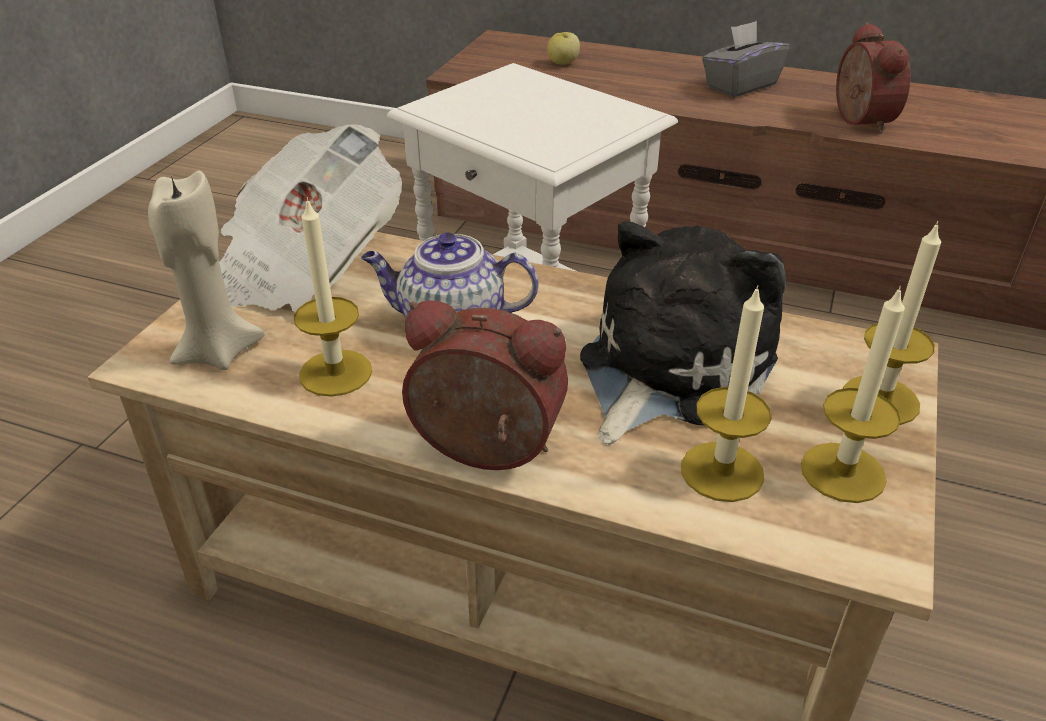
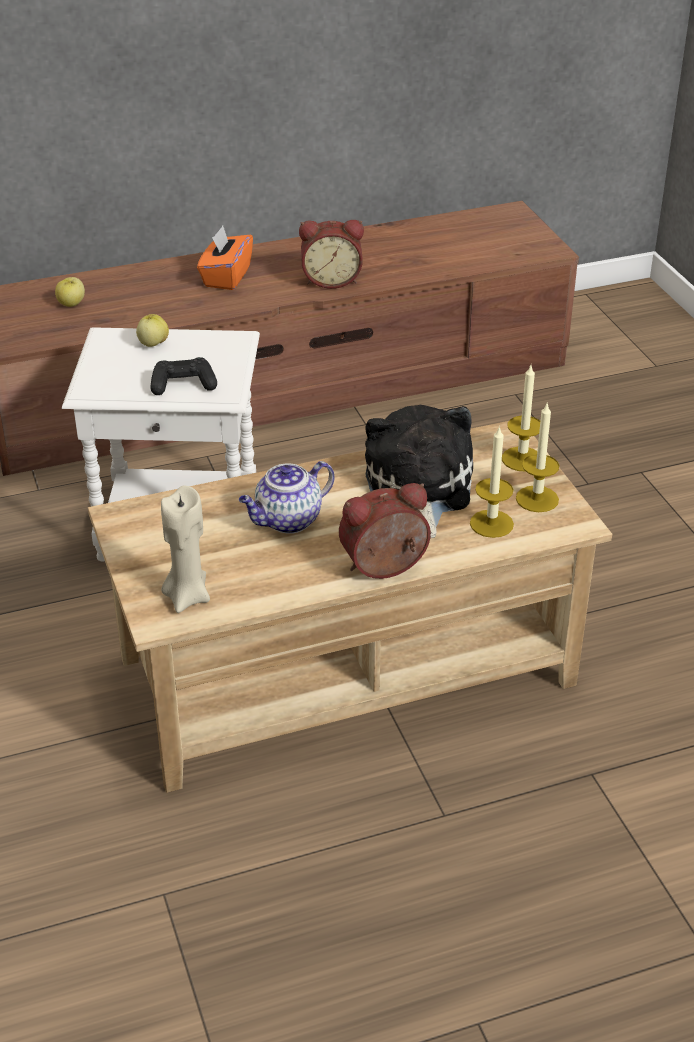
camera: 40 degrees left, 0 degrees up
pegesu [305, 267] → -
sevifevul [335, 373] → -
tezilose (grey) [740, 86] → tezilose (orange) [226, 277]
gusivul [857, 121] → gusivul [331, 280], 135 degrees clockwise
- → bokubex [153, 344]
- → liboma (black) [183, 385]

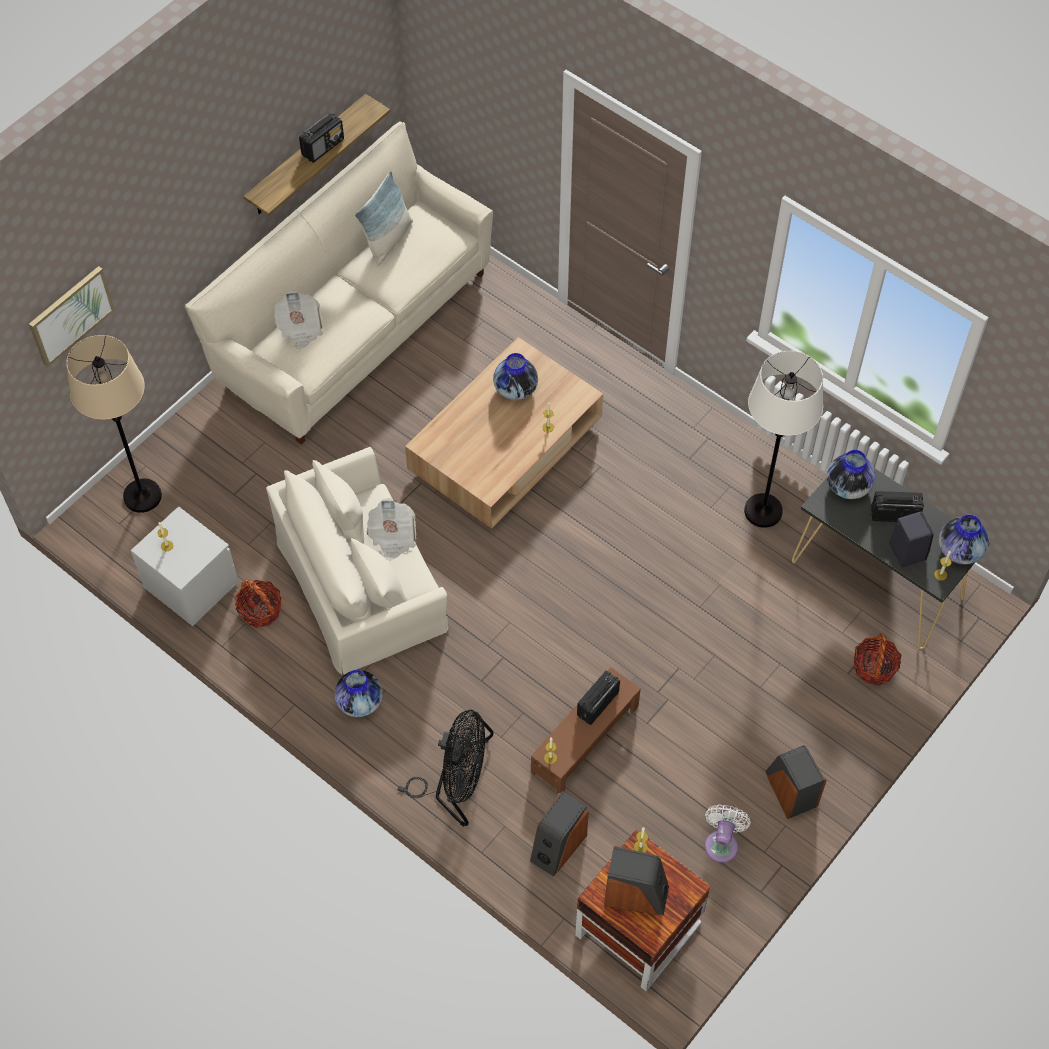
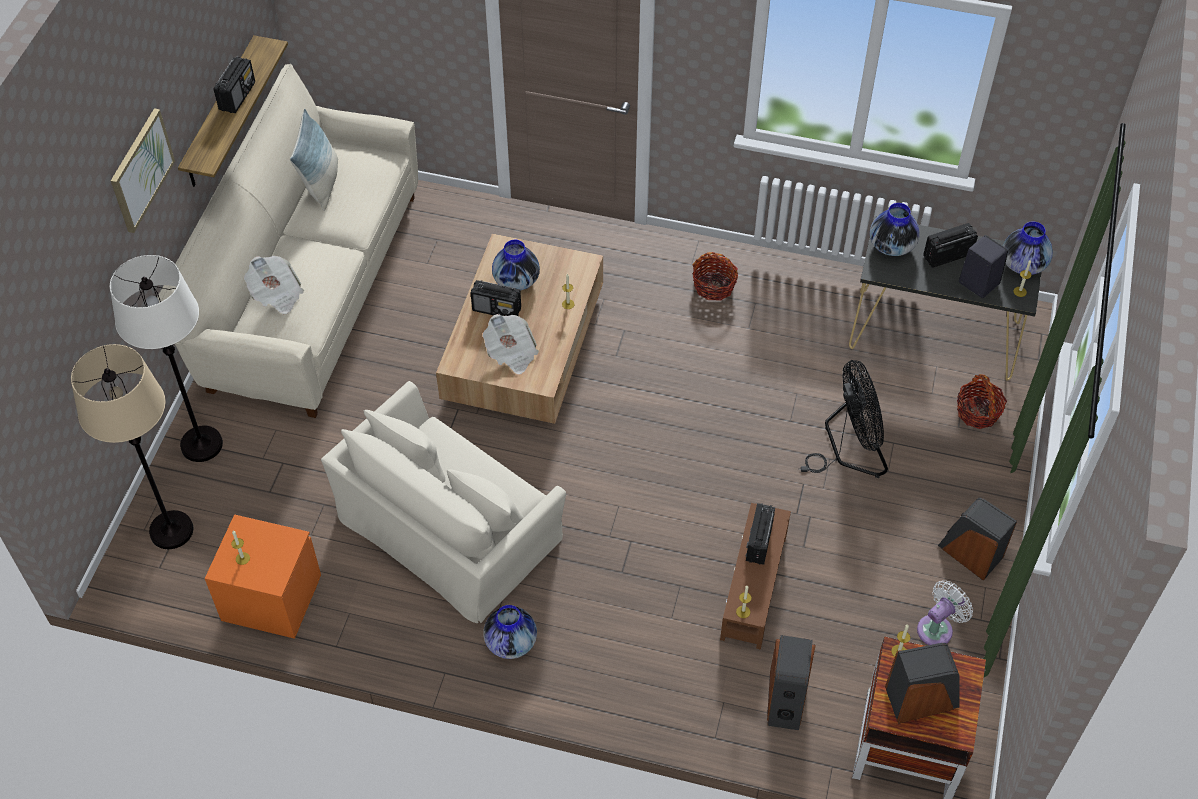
camera: 25 degrees left, 5 degrees down
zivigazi [71, 315] → zivigazi [141, 170], relocated
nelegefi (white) [190, 587] → nelegefi (orange) [271, 601]
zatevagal [260, 610] → zatevagal [714, 286], relocated
pegesu [392, 537] → pegesu [511, 353], relocated
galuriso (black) [455, 781] → galuriso (black) [846, 444], relocated
galuriso (white) [722, 843] → galuriso (white) [937, 628], 60 degrees clockwise
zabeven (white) [763, 511] → zabeven (white) [201, 444], relocated
- → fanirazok [497, 309]

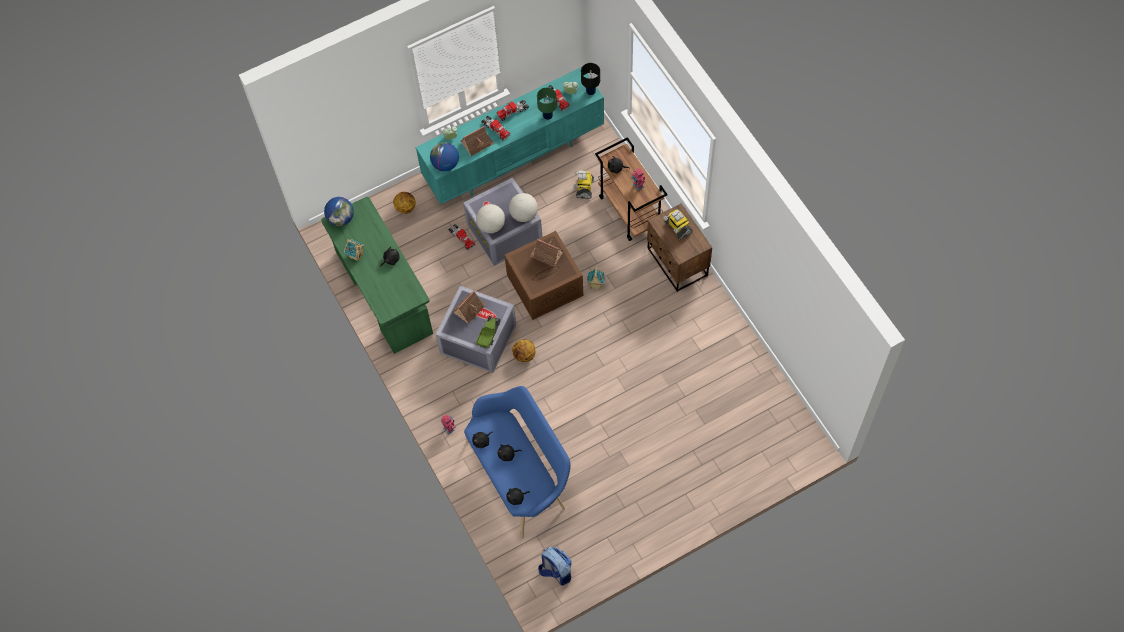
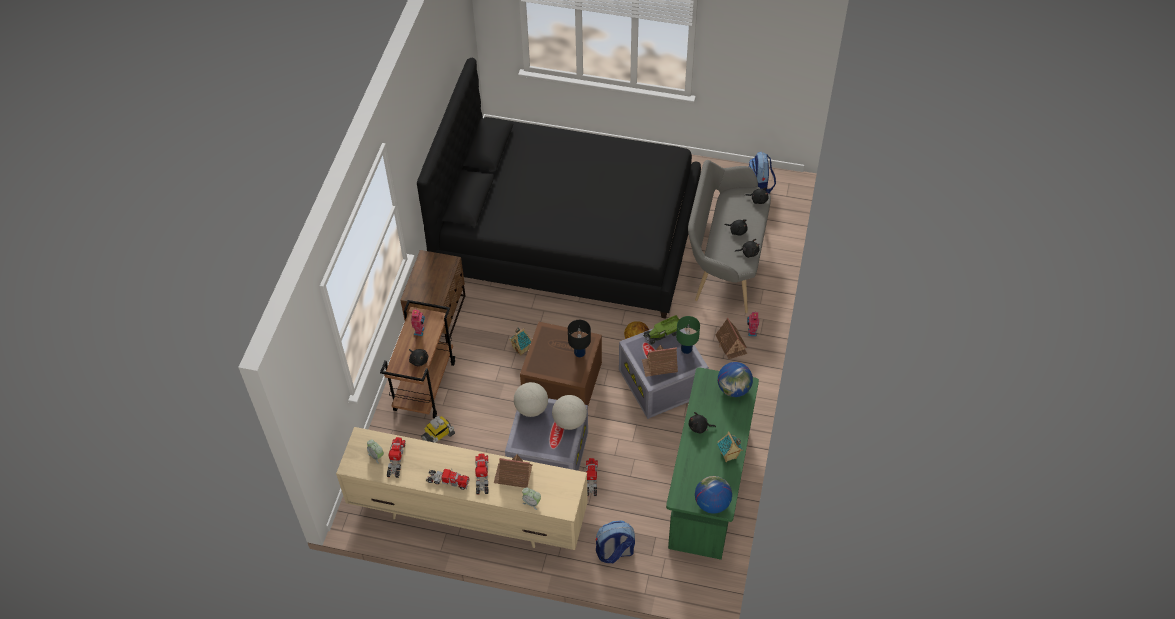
camera: 140 degrees left, 10 degrees down
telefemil [405, 207] → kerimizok [614, 552]
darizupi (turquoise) [514, 159] → darizupi (beige) [467, 516]
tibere [445, 164] → tibere [734, 389], relocated
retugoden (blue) [521, 474] → retugoden (grey) [725, 261]
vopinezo [547, 255] → vopinezo [731, 344], relocated
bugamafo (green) [548, 116] → bugamafo (green) [685, 349], relocated
bugamafo (black) [590, 91] → bugamafo (black) [580, 354], relocated
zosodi [677, 228] → -
- → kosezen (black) [567, 234]

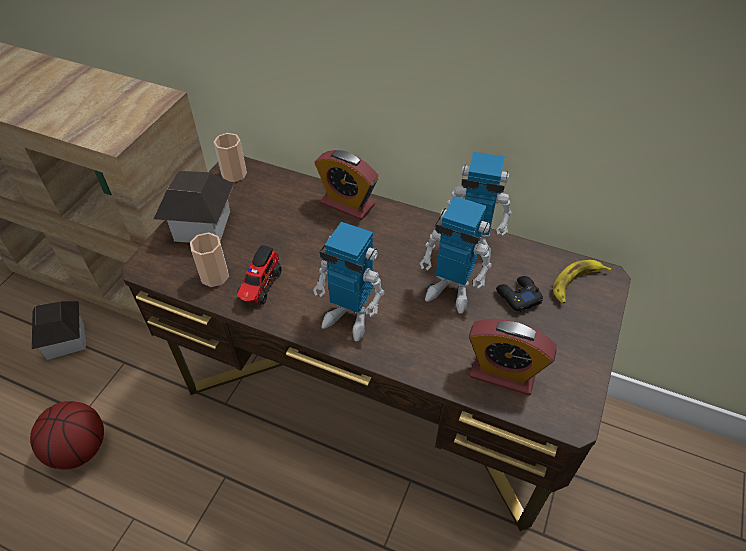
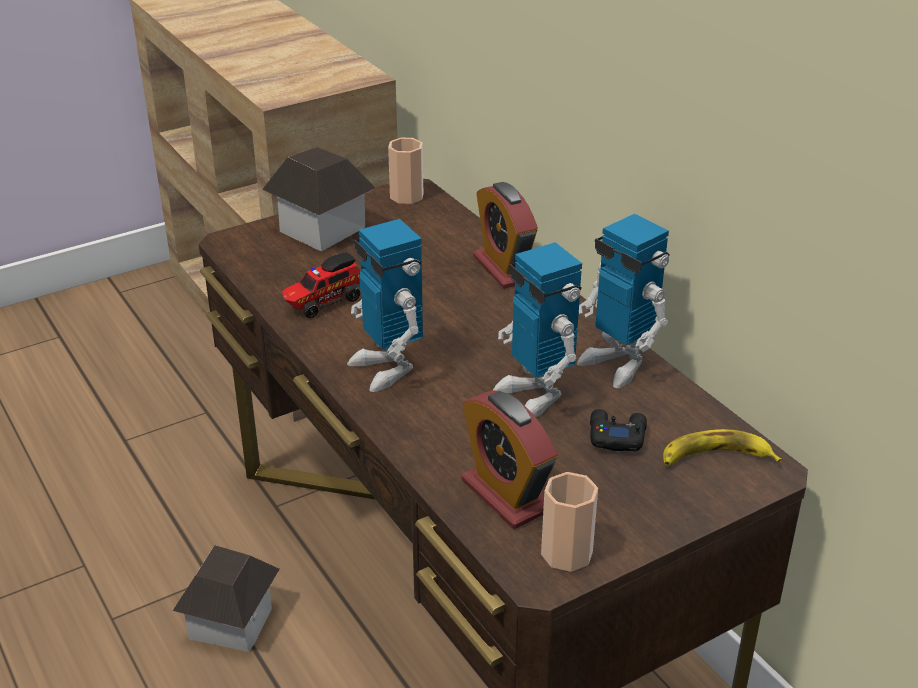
camera: 35 degrees right, 15 degrees down
telefemil [79, 448] → -
vopinezo [66, 340] → vopinezo [231, 622], relocated
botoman [214, 276] → botoman [566, 553], relocated

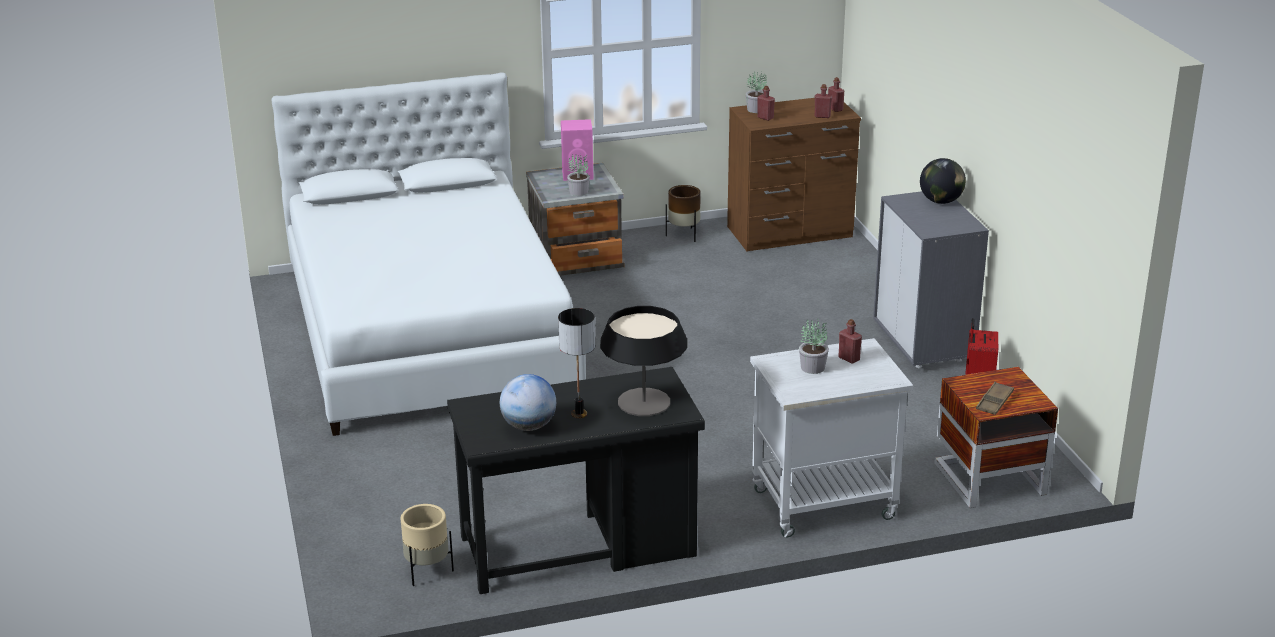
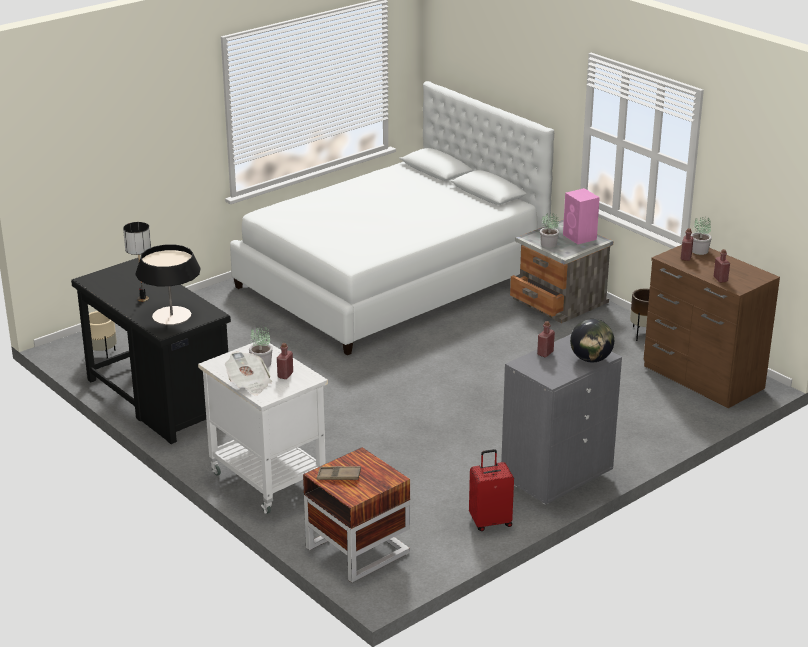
camera: 65 degrees right, 0 degrees up
tibere [529, 426] → -
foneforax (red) [835, 109] → foneforax (red) [545, 353], relocated
- → pegesu [249, 384]

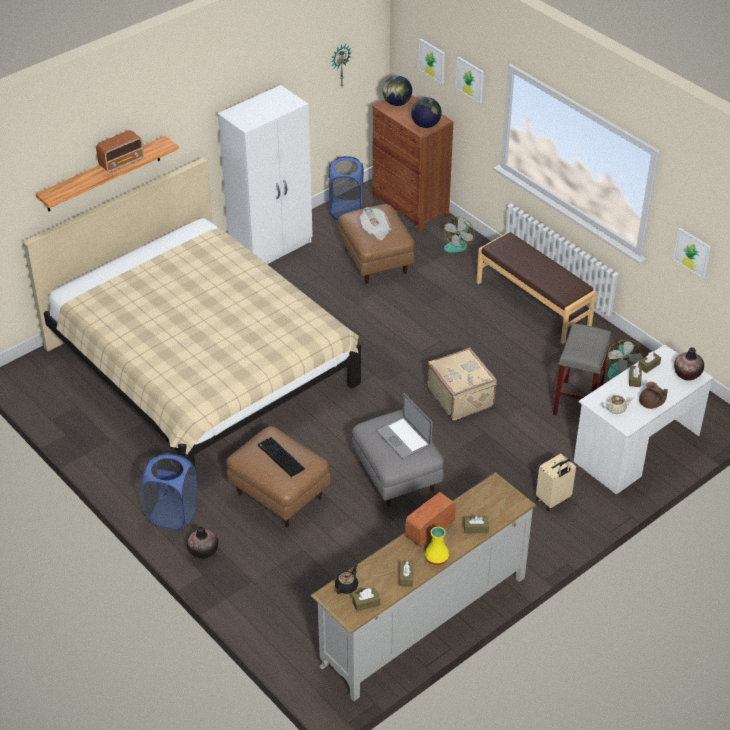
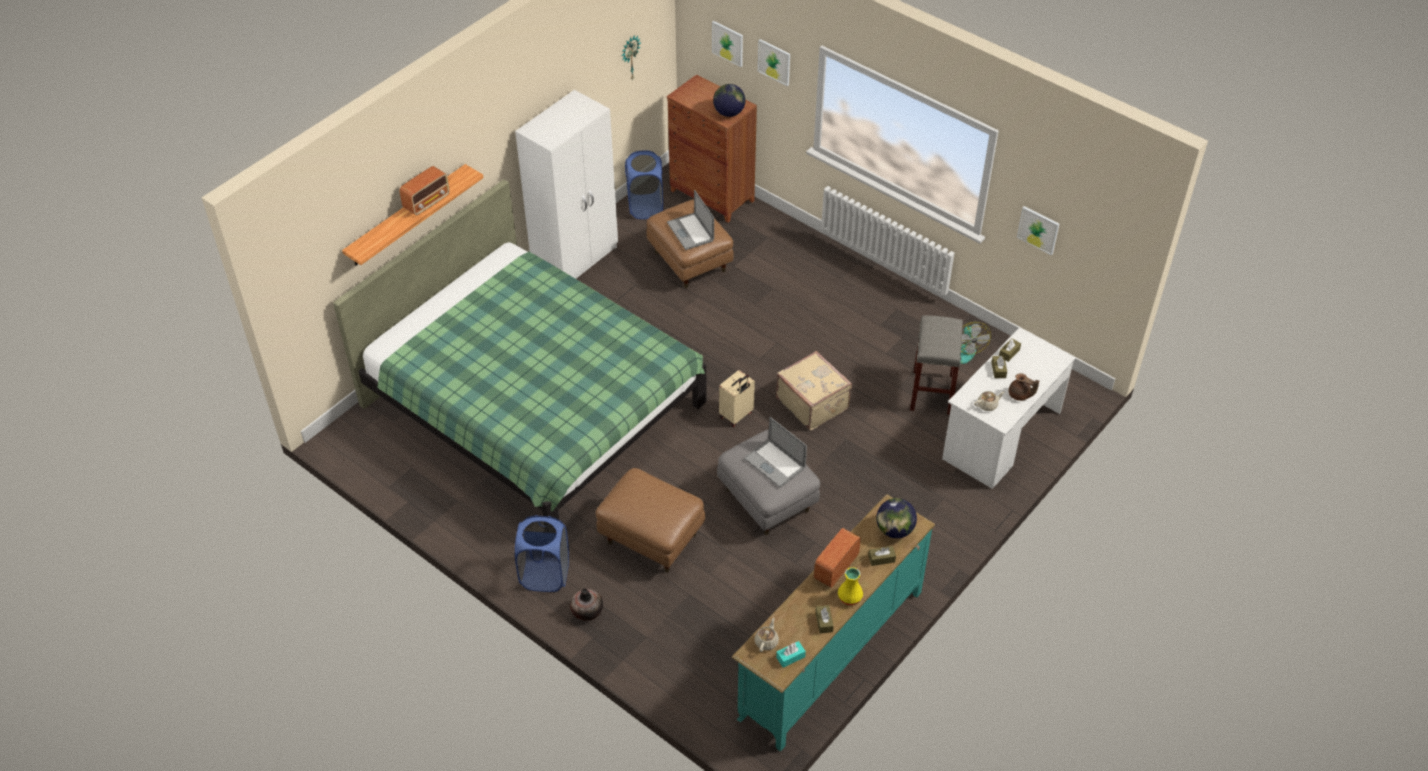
camera: 10 degrees left, 5 degrees up
kosezen (beige) [200, 367] → kosezen (green) [533, 405]
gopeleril [279, 457] → -
darizupi (grey) [423, 620] → darizupi (turquoise) [830, 653]
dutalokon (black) [347, 586] → dutalokon (beige) [766, 641]
tezilose (brown) [366, 603] → tezilose (turquoise) [790, 657]
pegesu [375, 230] → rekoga [690, 231]
tibere [396, 103] → tibere [894, 530], relocated
galuriso [458, 244] → -
retugoden (brown) [533, 303] → -
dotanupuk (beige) [553, 500] → dotanupuk (beige) [736, 415], relocated
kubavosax [687, 374] → -

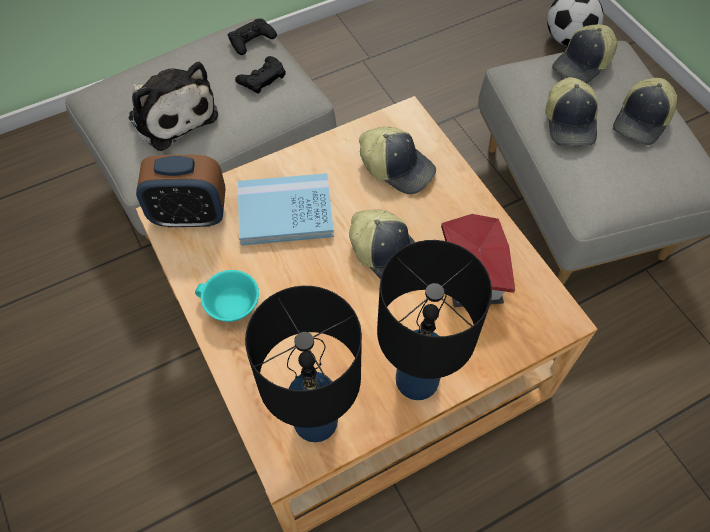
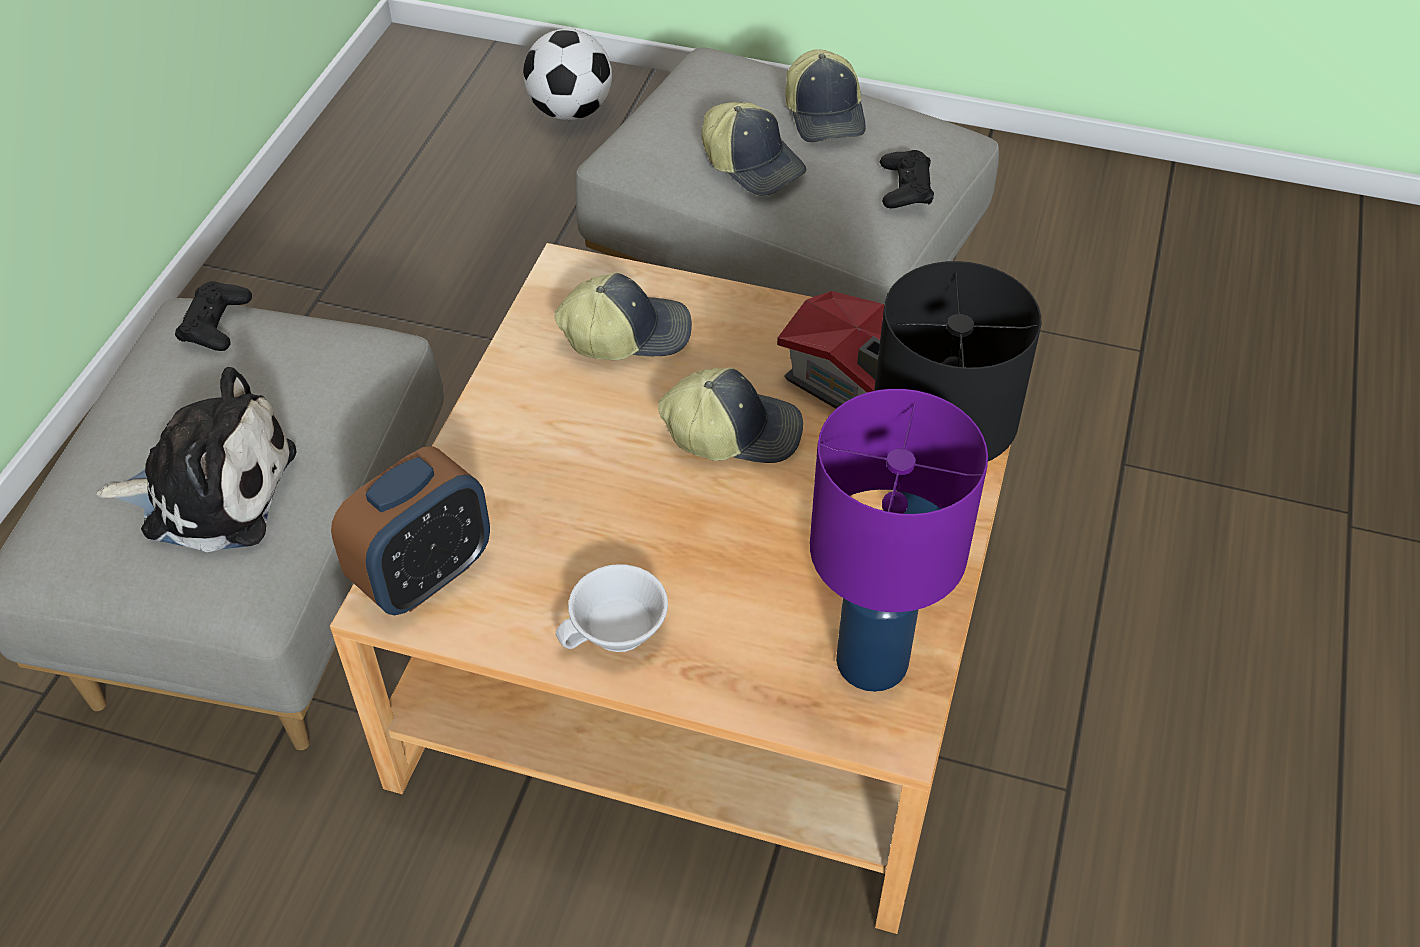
camera: 45 degrees left, 10 degrees down
botoman (turquoise) [230, 307] → botoman (white) [618, 633]
liboma (black) [262, 78] → liboma (black) [905, 187], relocated
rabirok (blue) [285, 212] → -
bugamafo (black) [316, 419] → bugamafo (purple) [870, 660]
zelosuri [583, 64] → -

